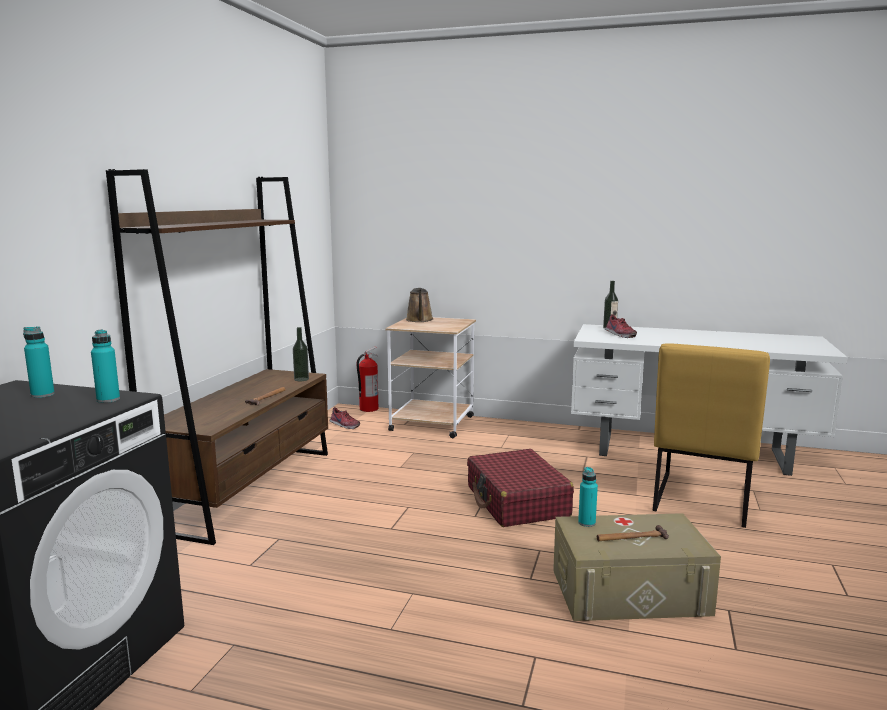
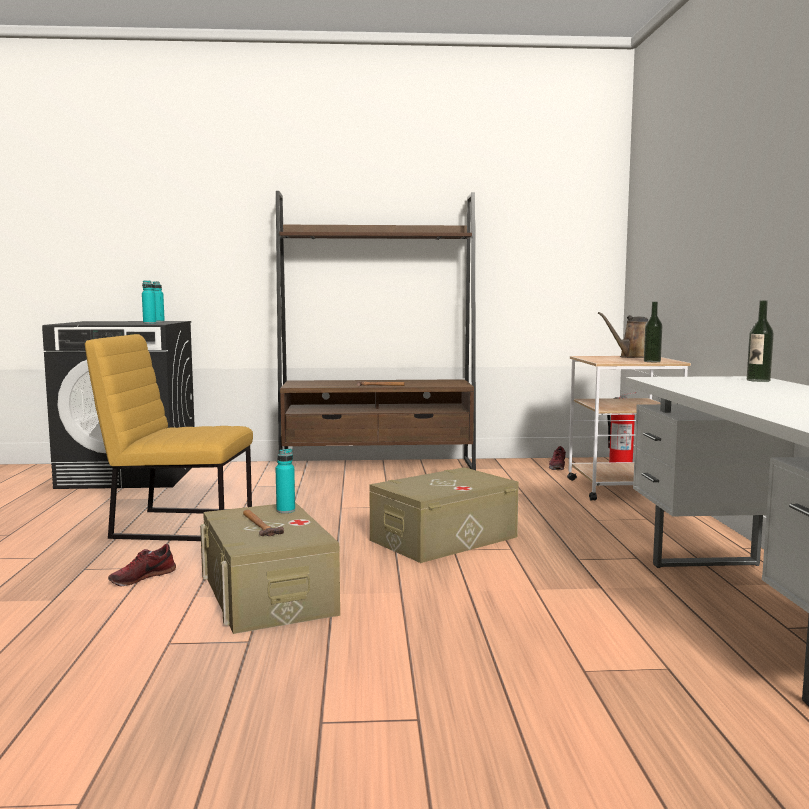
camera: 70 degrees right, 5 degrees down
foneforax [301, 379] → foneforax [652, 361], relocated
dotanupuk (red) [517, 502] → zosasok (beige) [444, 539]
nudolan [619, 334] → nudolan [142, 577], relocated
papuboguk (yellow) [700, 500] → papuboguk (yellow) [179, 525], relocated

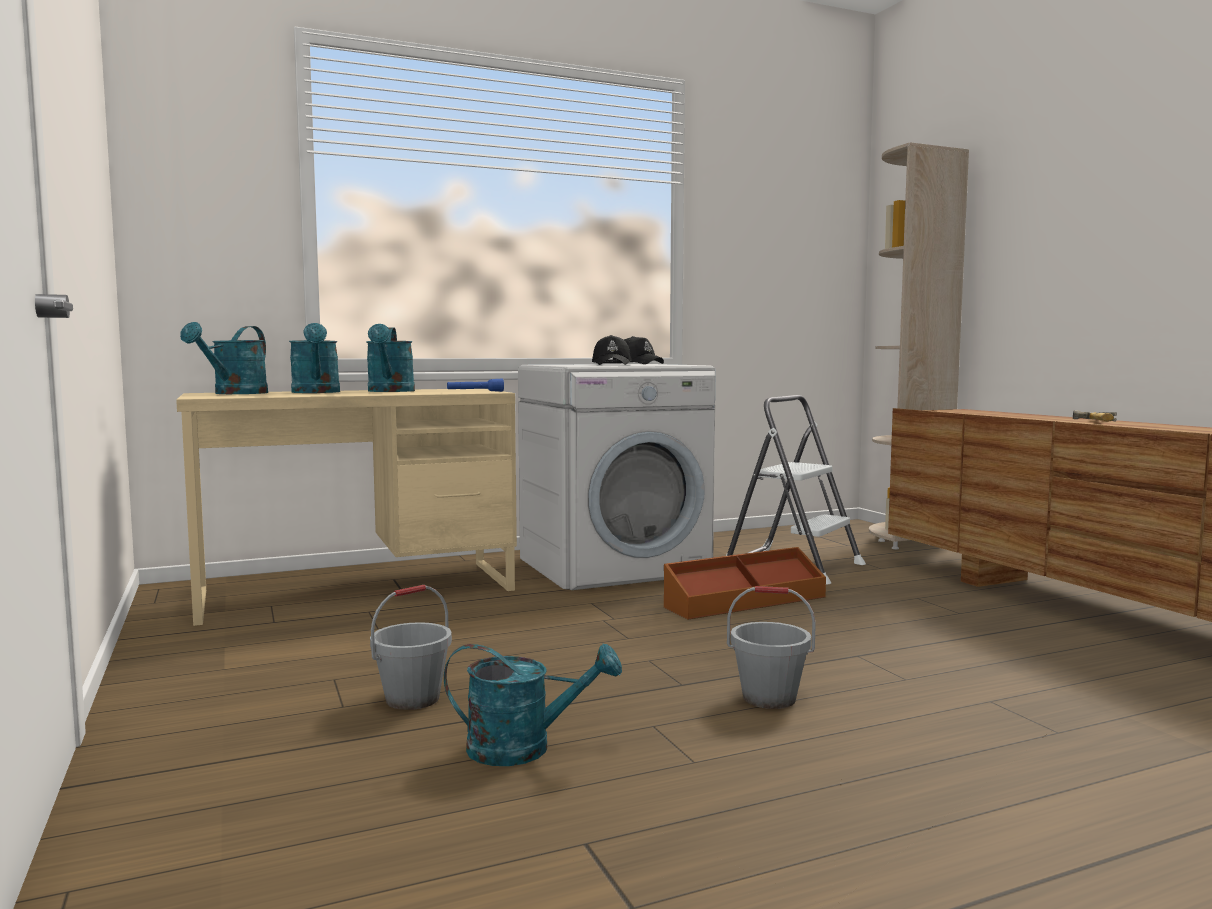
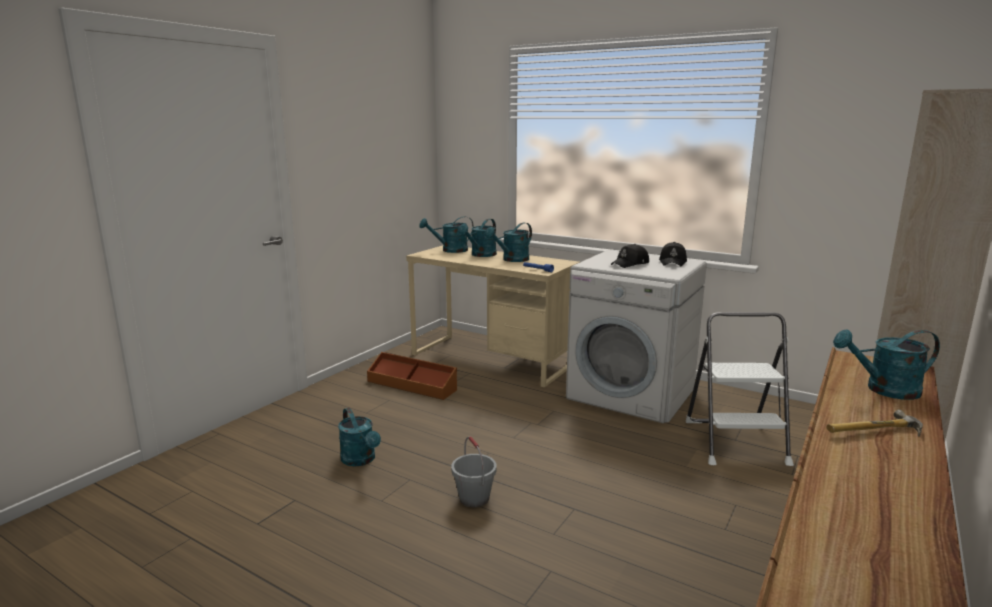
camera: 55 degrees right, 10 degrees up
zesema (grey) [412, 699] → -
zosasok (brown) [744, 601] → zosasok (brown) [412, 385], relocated
- → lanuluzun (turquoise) [884, 390]

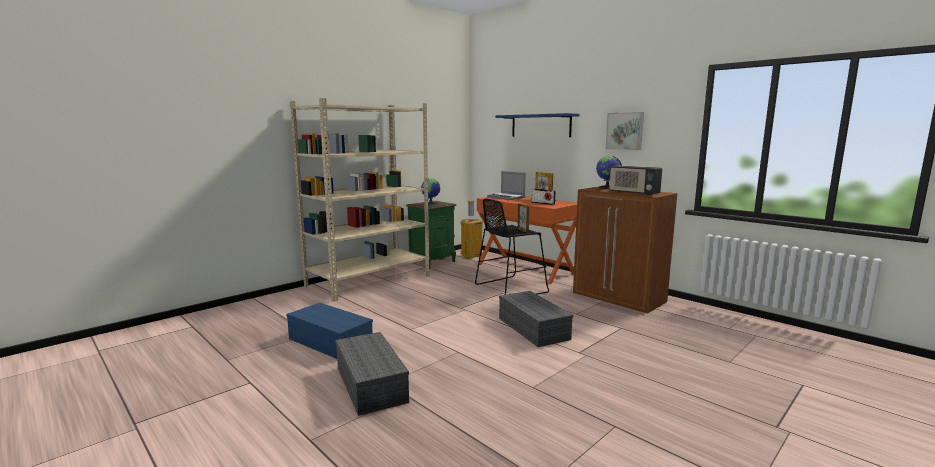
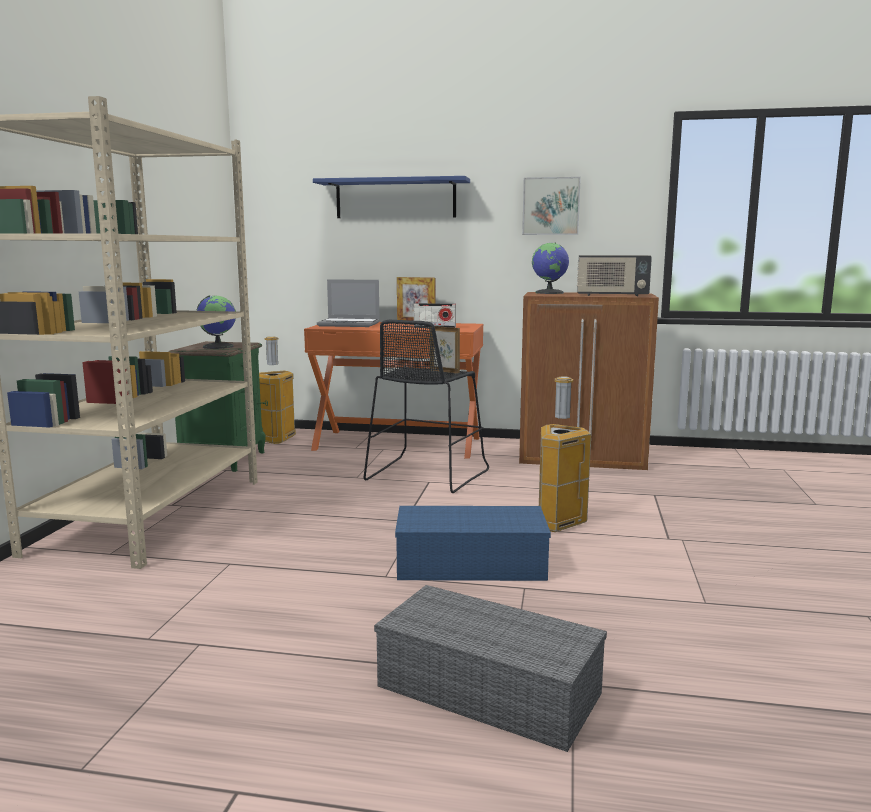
camera: 35 degrees left, 0 degrees up
zosasok (blue) [328, 342] → zosasok (blue) [468, 565], relocated
zosasok (grey) [531, 328] → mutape [557, 523]

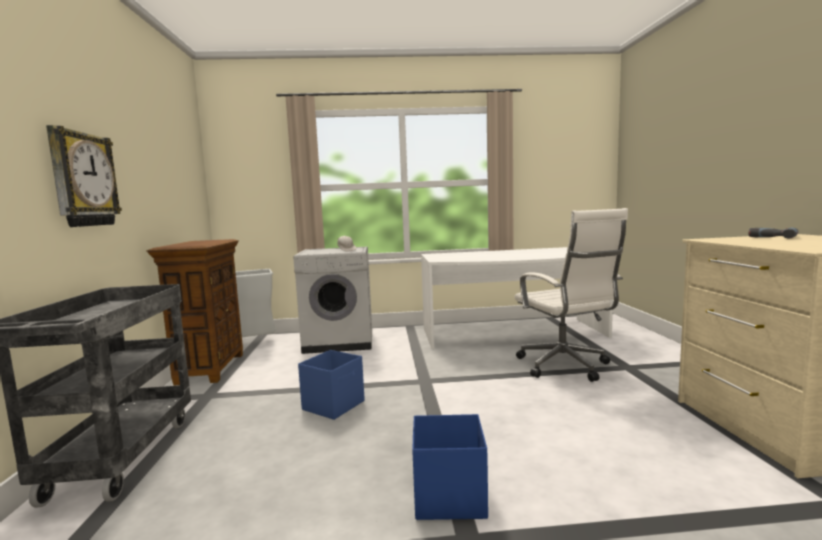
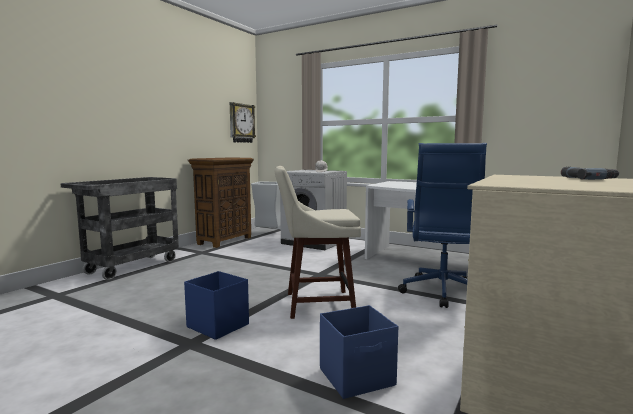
camera: 35 degrees right, 0 degrees up
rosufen [83, 180] → rosufen [241, 123], relocated
zosasok (blue) [334, 405] → zosasok (blue) [358, 377], relocated
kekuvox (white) [565, 367] → kekuvox (blue) [442, 293]
- → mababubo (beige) [315, 303]

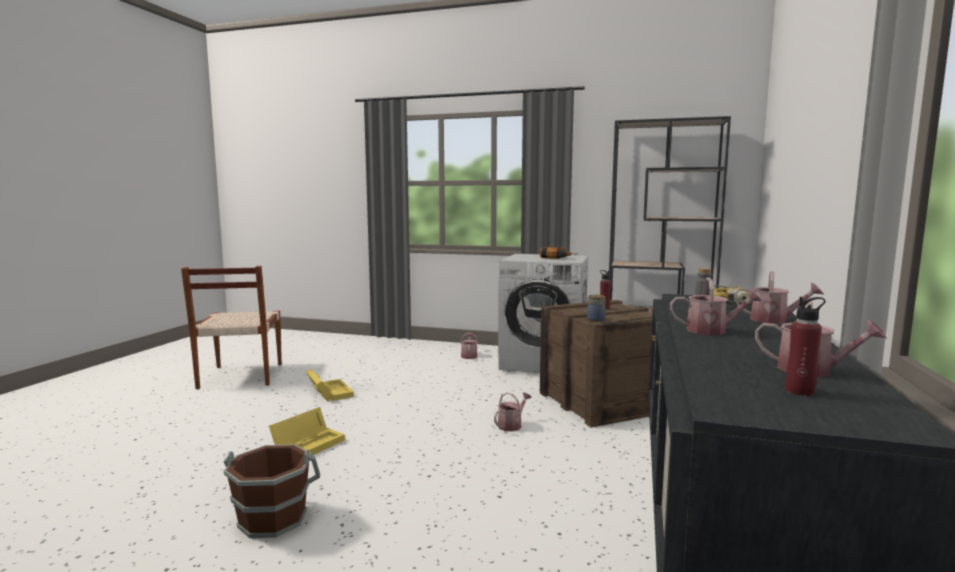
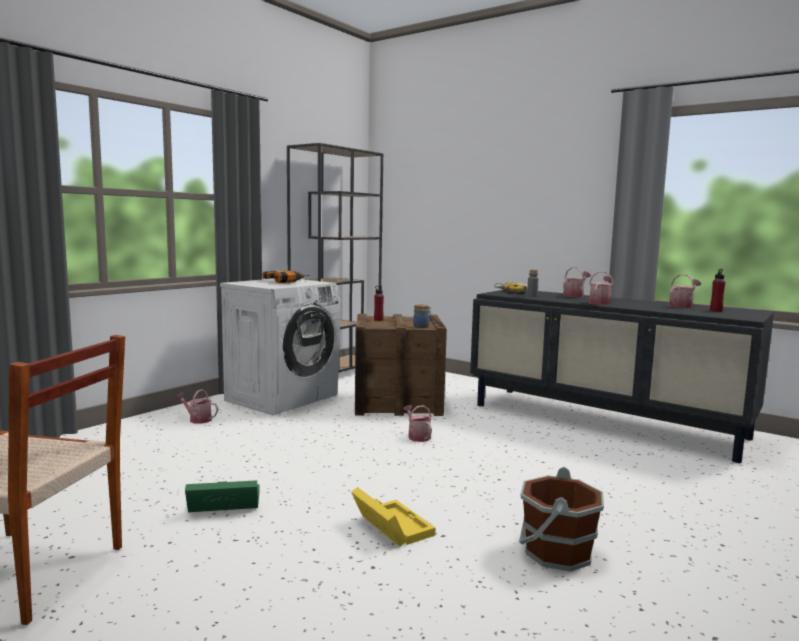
camera: 70 degrees left, 0 degrees up
zosasok (yellow) [329, 392] → zosasok (green) [222, 504]

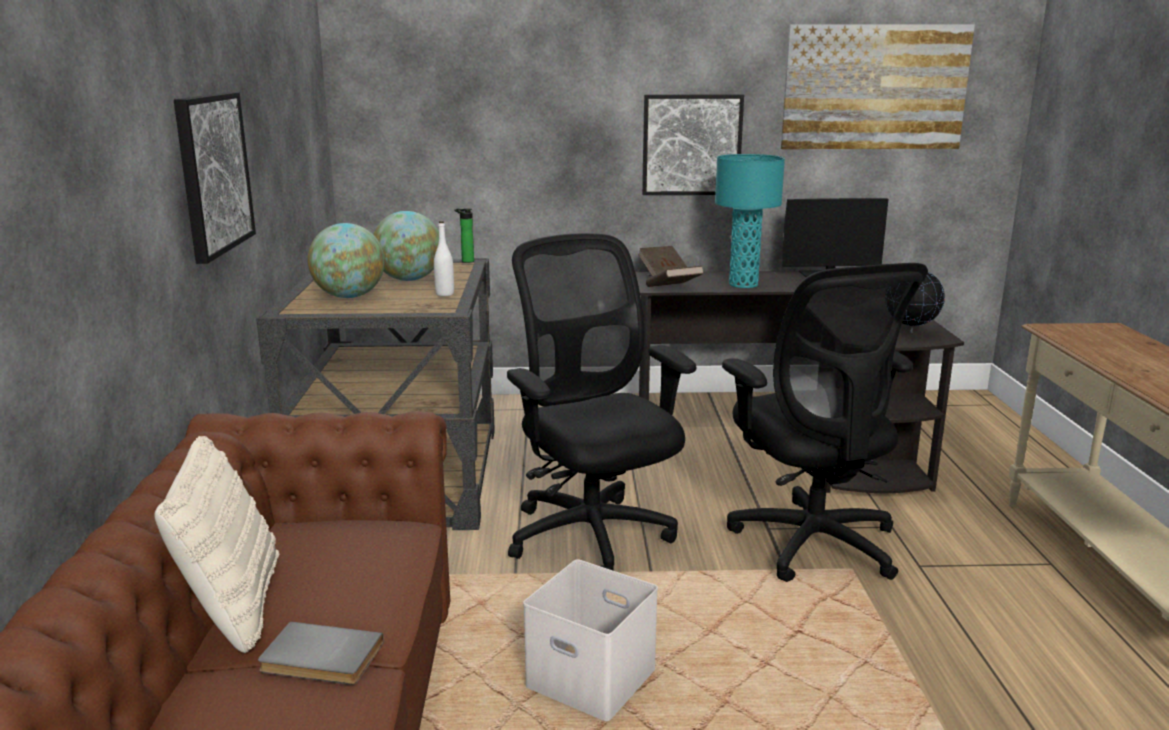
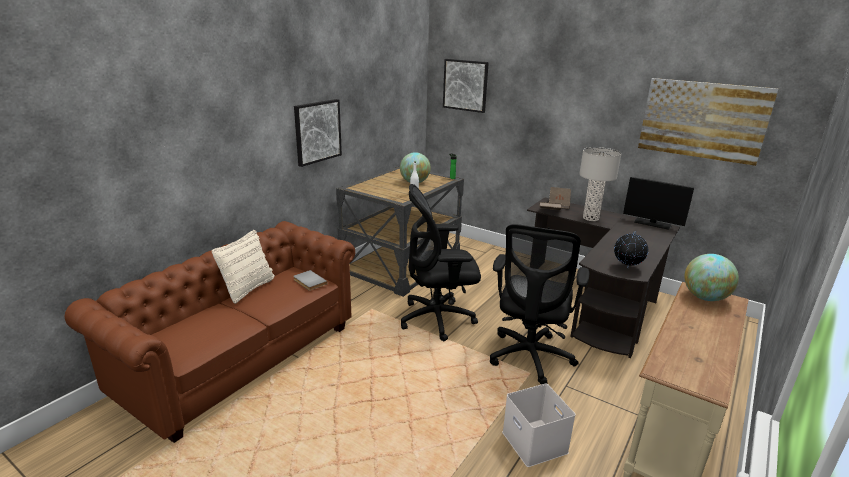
camera: 35 degrees right, 5 degrees up
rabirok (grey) [320, 659] → rabirok (grey) [309, 282], relocated
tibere [349, 296] → tibere [705, 297], relocated
kekuvox (black) [596, 540] → kekuvox (black) [440, 317], 105 degrees counterclockwise
zosasok (white) [594, 678] → zosasok (white) [536, 443], relocated
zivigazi [691, 145] → zivigazi [465, 85], relocated
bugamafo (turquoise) [744, 284] → bugamafo (white) [591, 218]

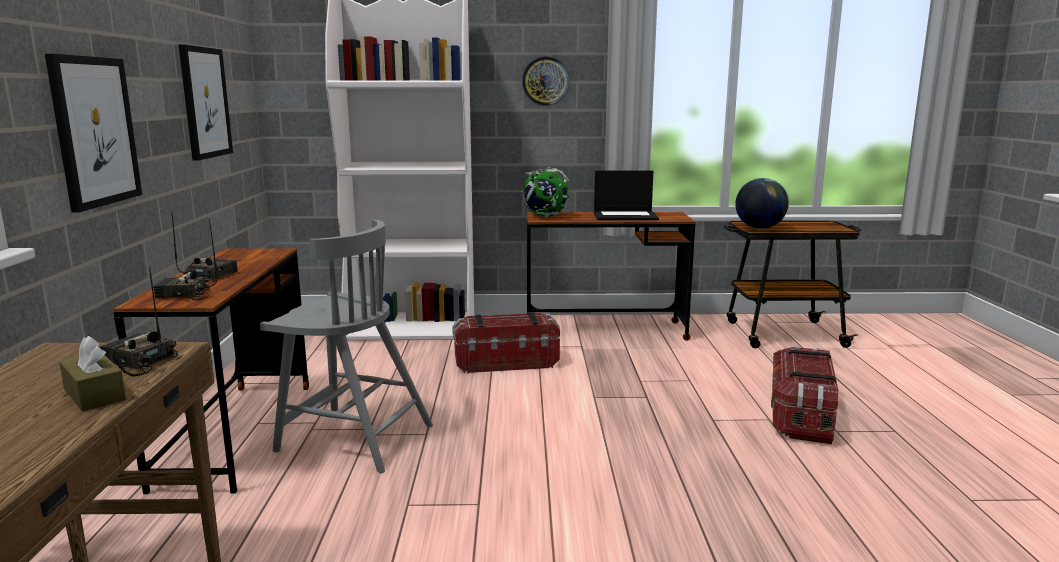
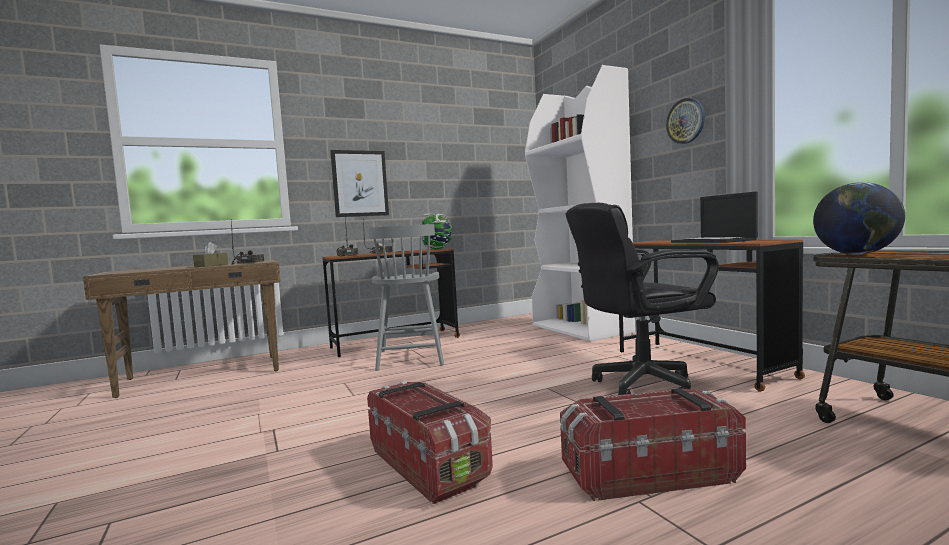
camera: 65 degrees right, 10 degrees down
zivigazi [205, 102] → -
zosasok [505, 362] → zosasok [428, 464], relocated
tibere [545, 216] → tibere [436, 249], relocated
- → kekuvox (black) [639, 387]

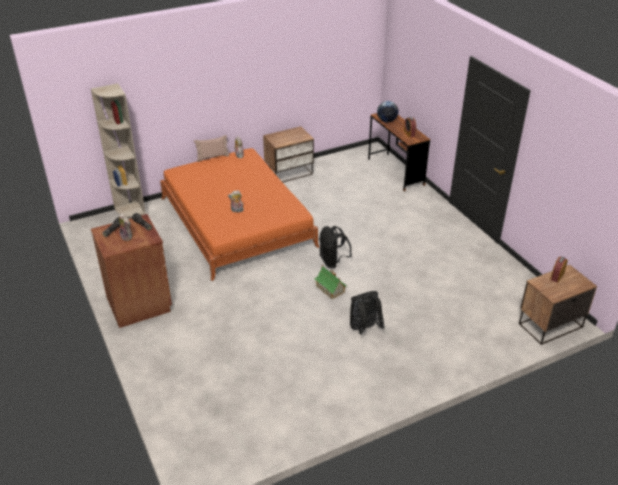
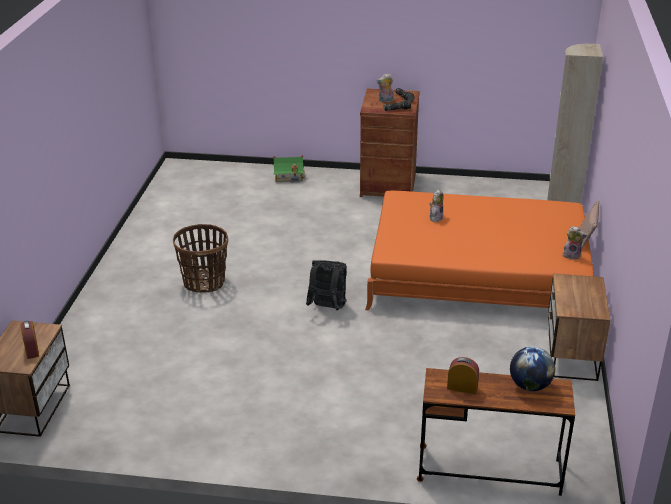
camera: 125 degrees right, 5 degrees down
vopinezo [330, 289] → vopinezo [289, 177], relocated
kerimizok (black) [364, 329] → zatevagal [204, 282]

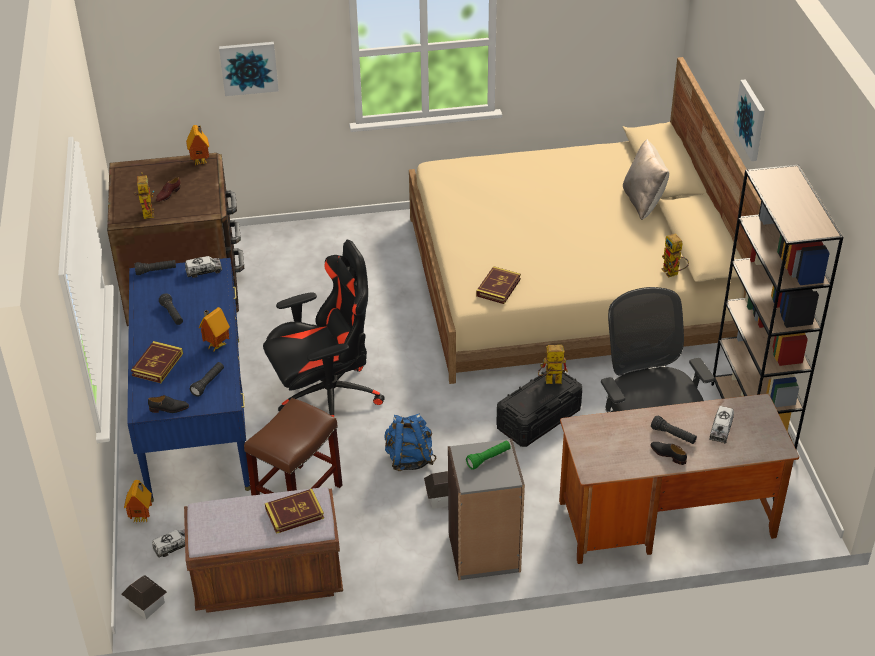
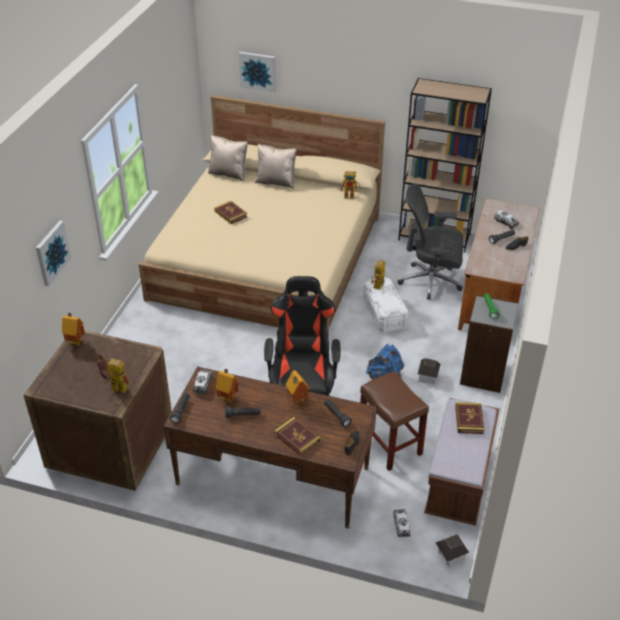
camera: 65 degrees left, 0 degrees up
vopinezo [142, 517] → vopinezo [228, 398], relocated
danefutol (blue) [196, 416] → danefutol (brown) [273, 476]
rabirok [498, 287] → rabirok [230, 214], relocated
zosasok (black) [539, 419] → zosasok (white) [384, 313]
zivigazi [751, 120] → zivigazi [258, 71], relocated
- → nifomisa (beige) [228, 173]

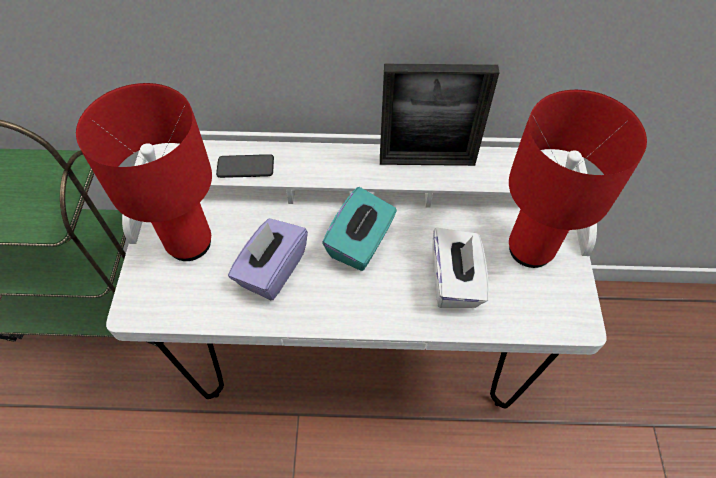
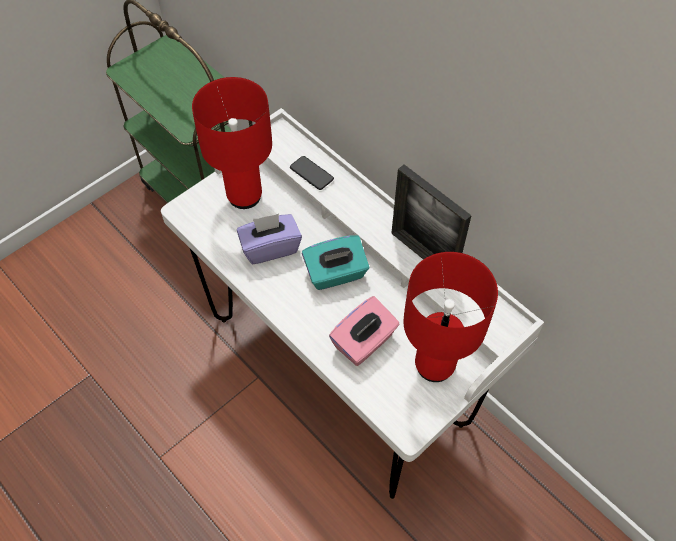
camera: 45 degrees right, 0 degrees up
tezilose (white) [455, 281] → tezilose (pink) [364, 342]

